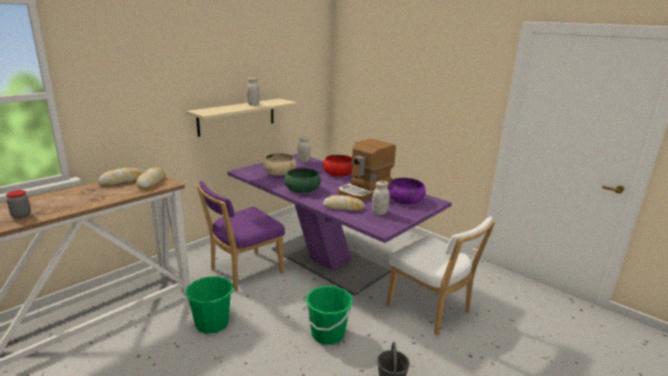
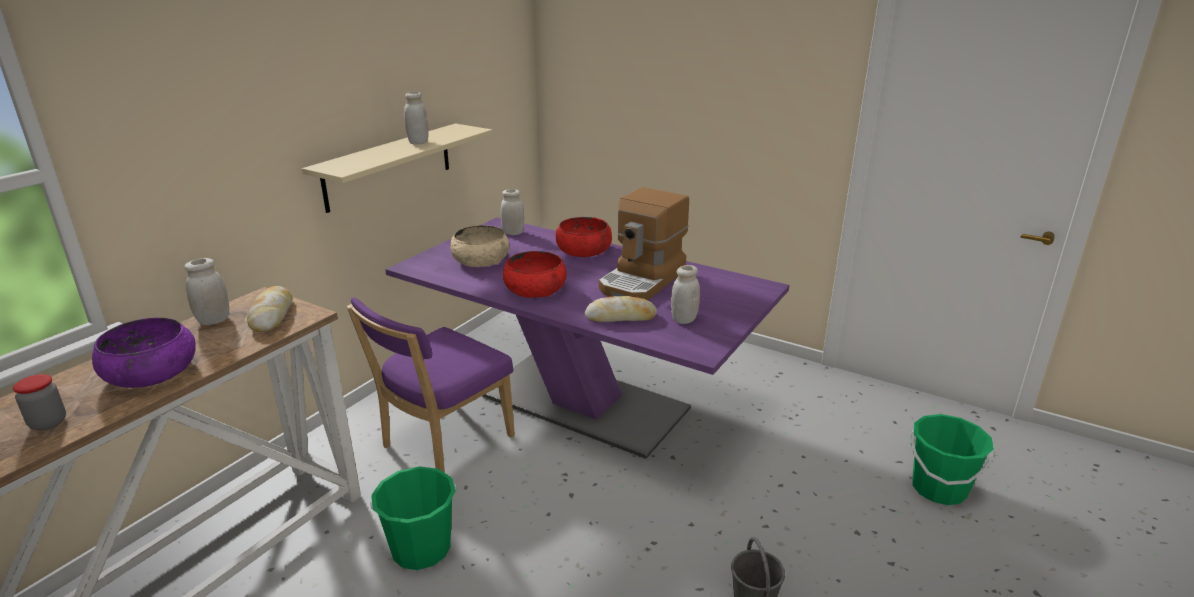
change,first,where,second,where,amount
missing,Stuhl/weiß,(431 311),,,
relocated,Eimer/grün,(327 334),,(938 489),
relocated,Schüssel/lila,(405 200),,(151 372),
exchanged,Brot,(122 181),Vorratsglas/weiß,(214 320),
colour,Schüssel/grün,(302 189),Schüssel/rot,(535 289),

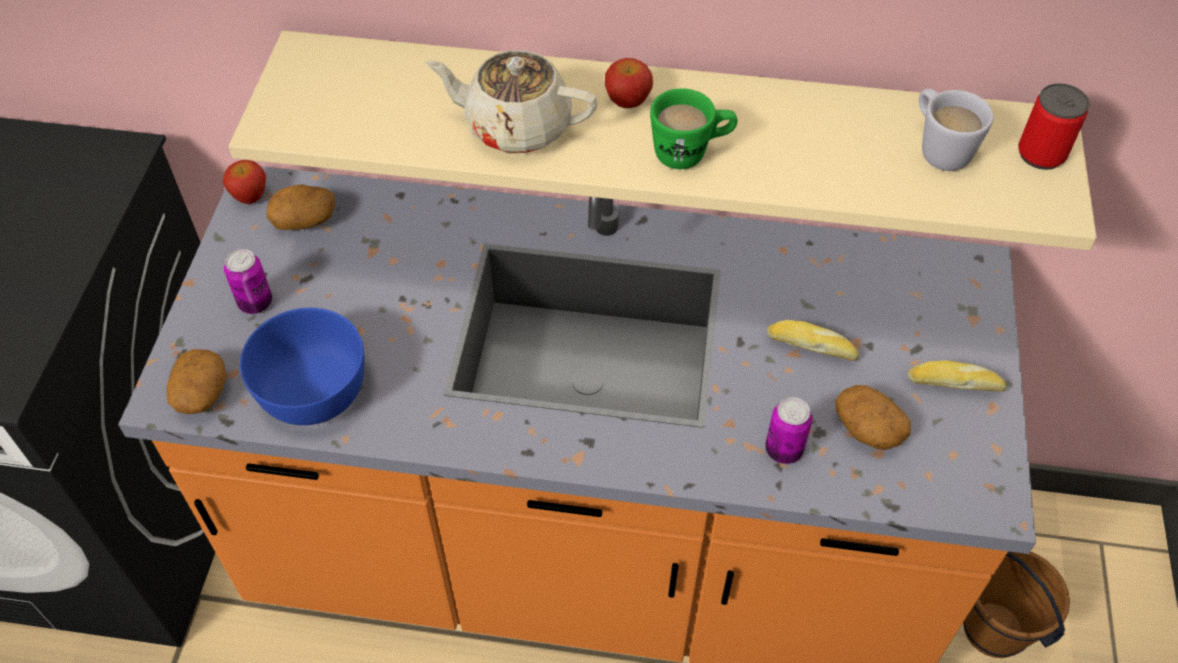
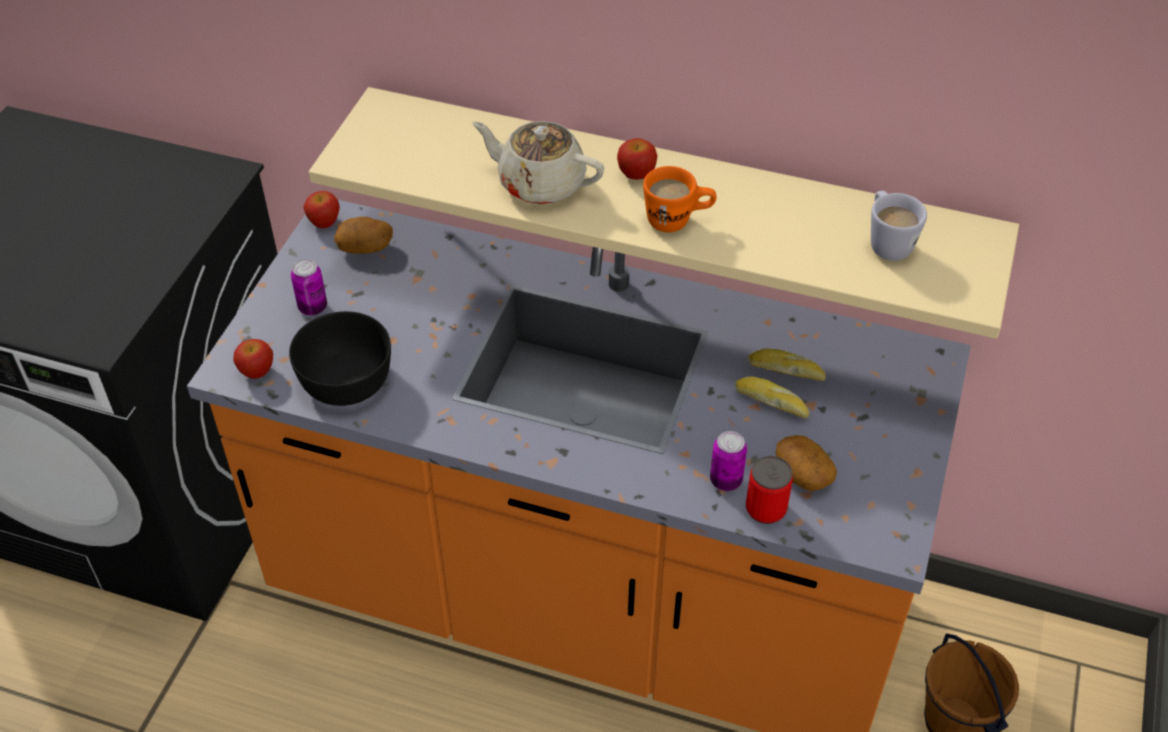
change,first,where,second,where,amount
relocated,Brot,(954 382),,(786 370),
relocated,Dose,(1041 154),,(765 509),
exchanged,Kartoffel,(202 393),Apfel,(257 371),
colour,Schüssel/blau,(315 389),Schüssel/schwarz,(348 380),
colour,Henkelbecher/grün,(691 153),Henkelbecher/orange,(677 221),

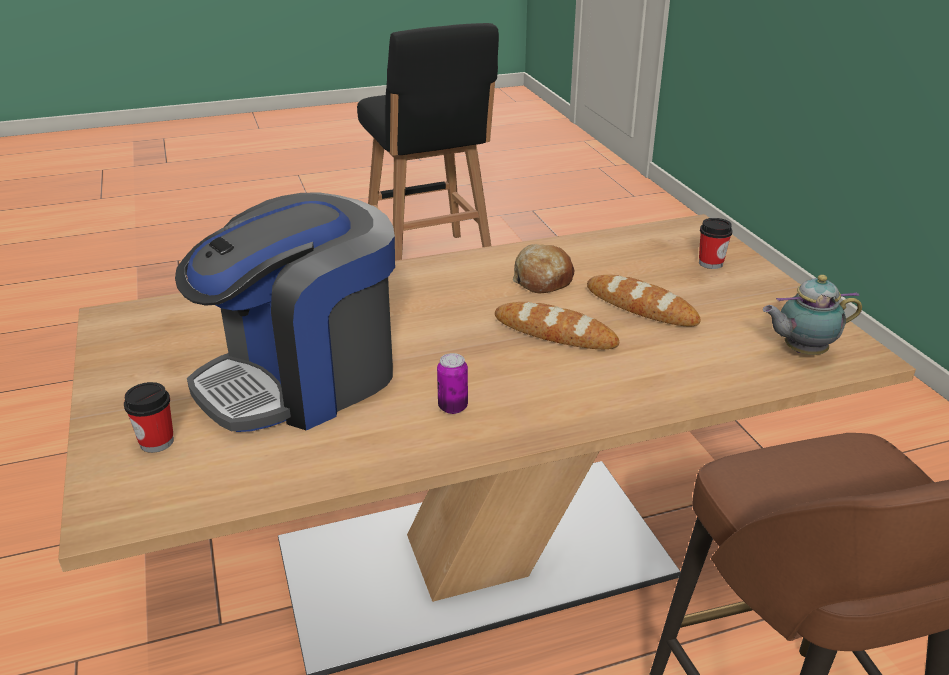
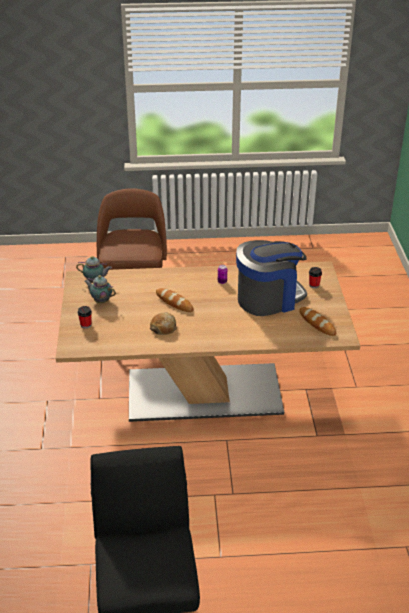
change,first,where,second,where,amount
appeared,,,Teekanne,(101 301),
relocated,Brot,(641 307),,(317 323),

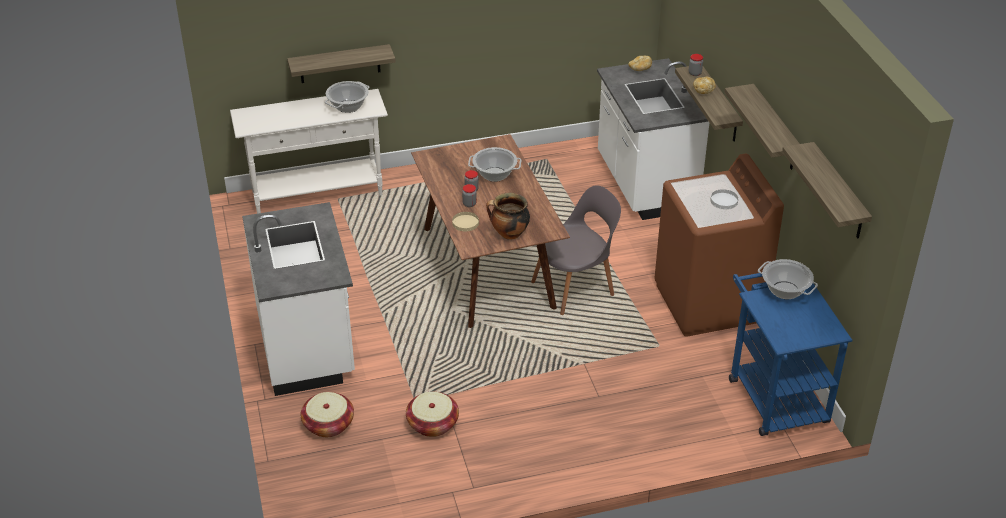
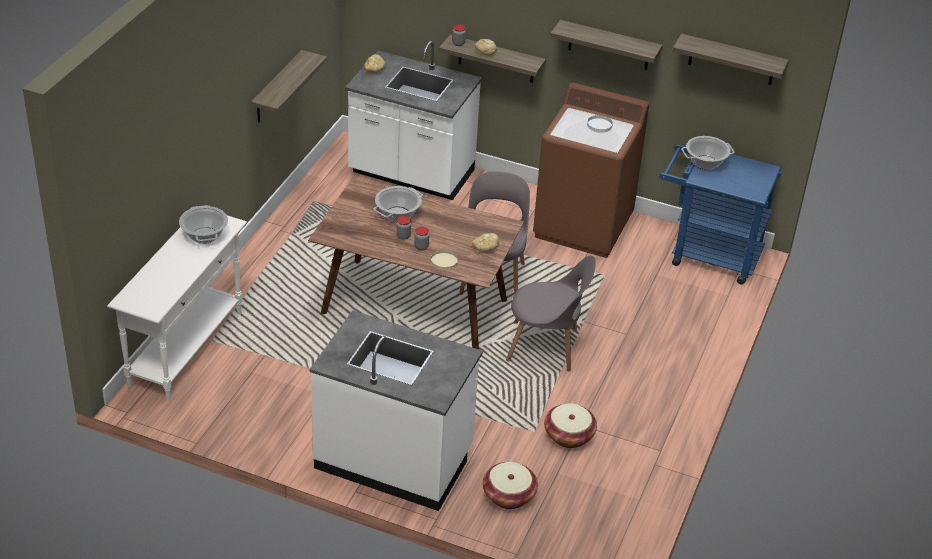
change,first,where,second,where,amount
appeared,,,Stuhl/grau,(546 347),
relocated,Wandregal,(340 64),,(277 88),
exchanged,Kochtopf,(509 234),Brot,(485 248),

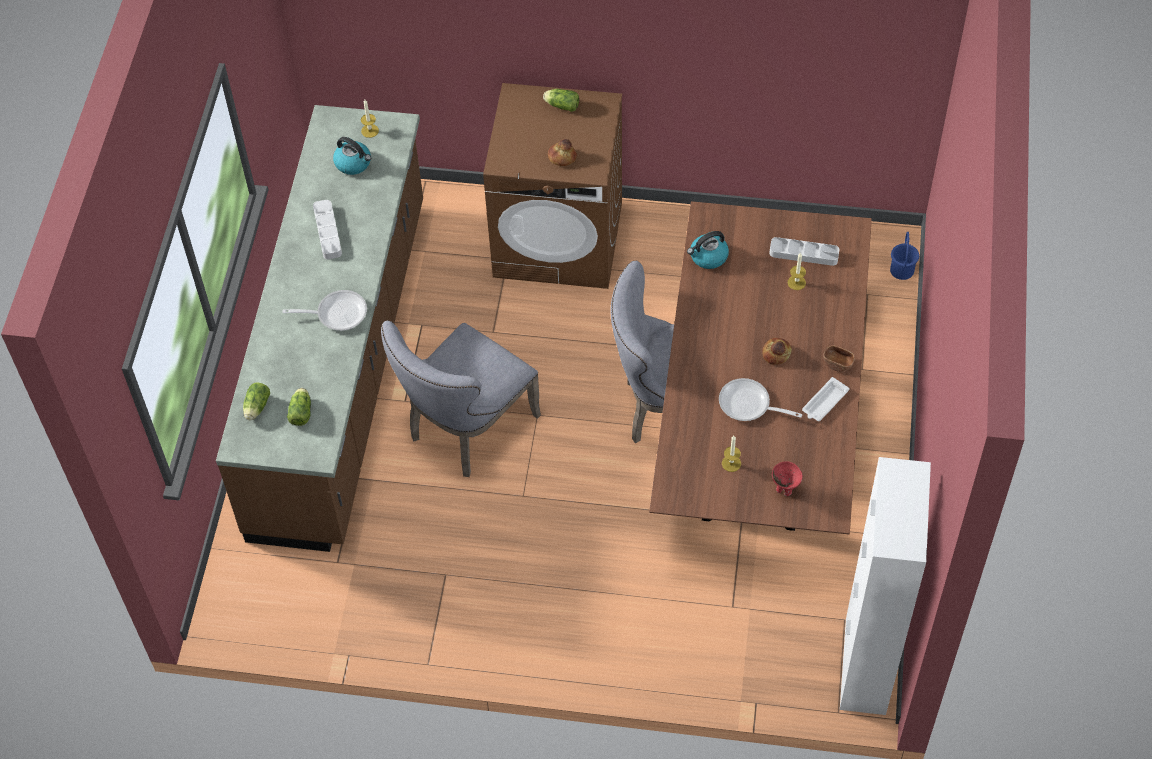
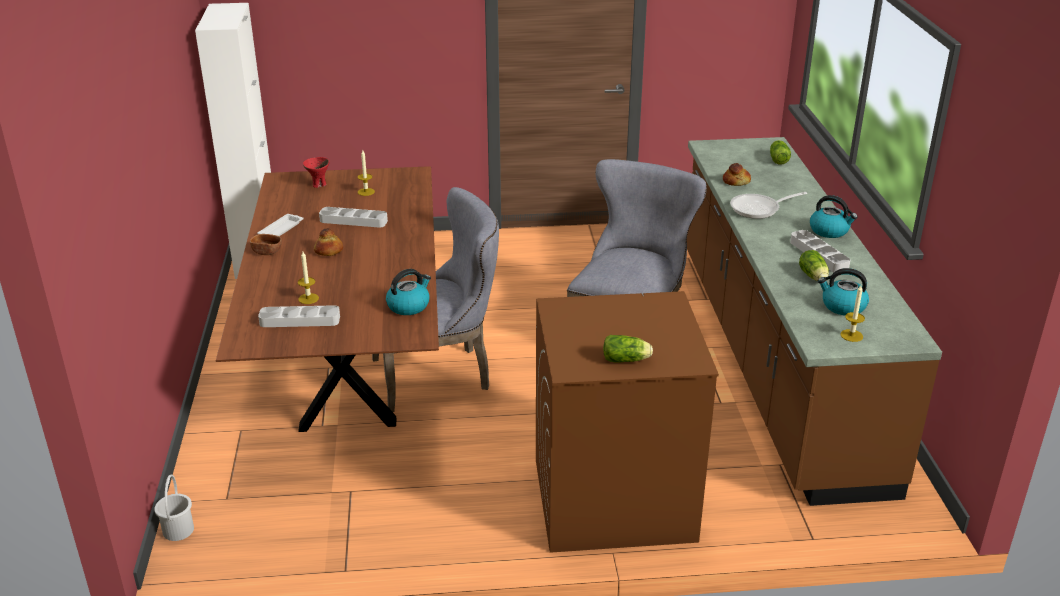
change,first,where,second,where,amount
appeared,,,Wasserkessel,(829 231),
relocated,Salatkopf,(301 411),,(814 277),
relocated,Brot,(562 157),,(736 182),
exchanged,Pfanne,(749 405),Tablett/grau,(353 221),
colour,Eimer/blau,(902 270),Eimer/weiß,(177 530),

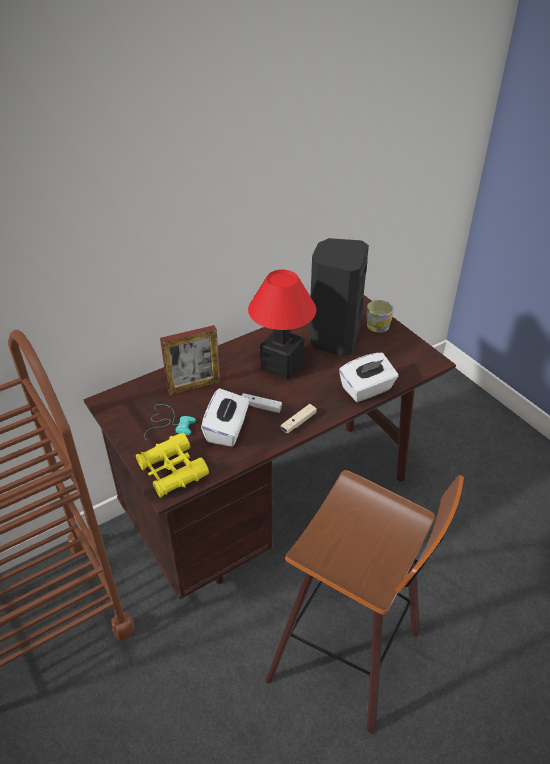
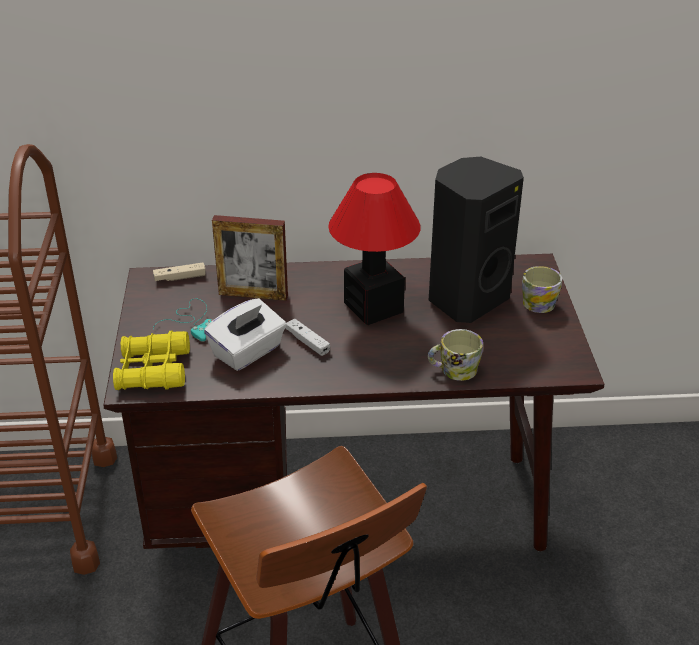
change,first,where,second,where,amount
relocated,Gamepad/beige,(298 422),,(180 278),
exchanged,Taschentuchbox/weiß,(367 389),Henkelbecher,(453 370),

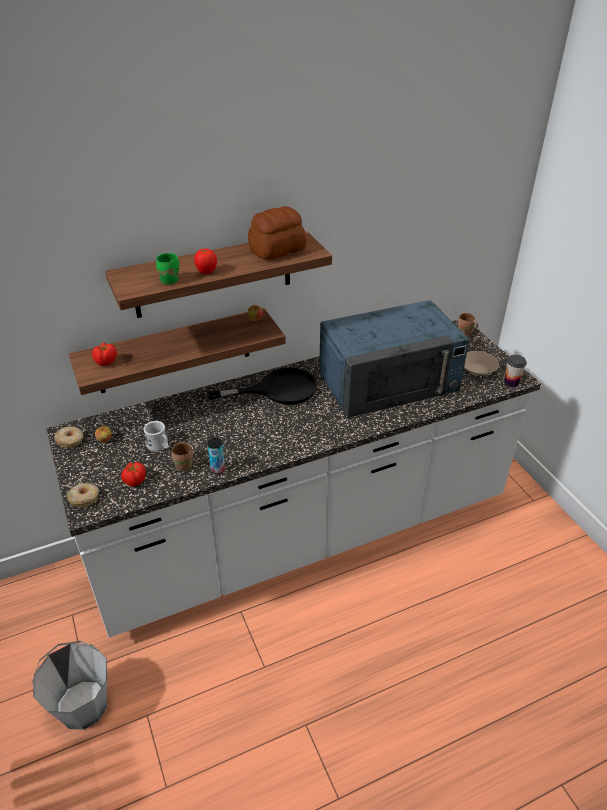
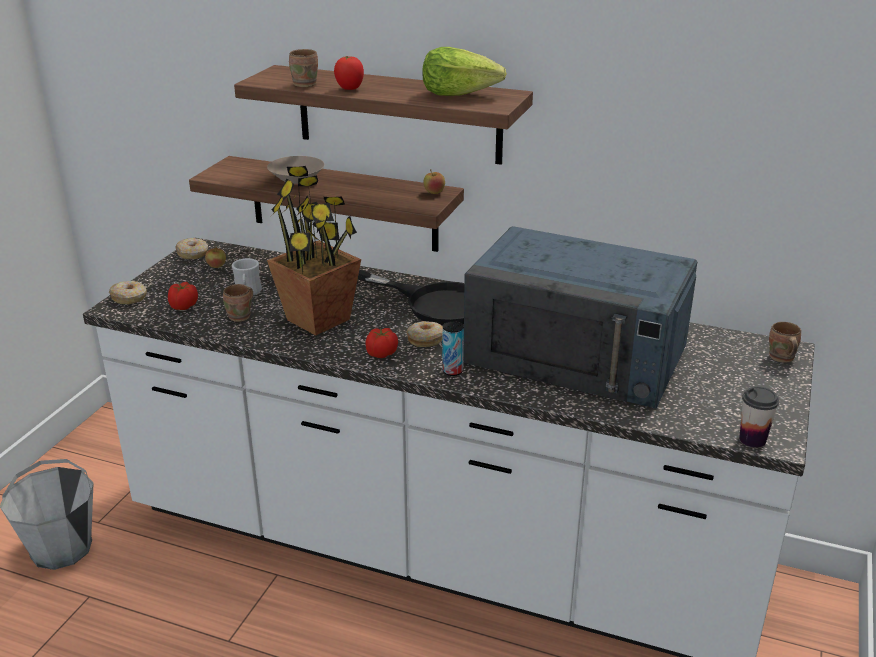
change,first,where,second,where,amount
appeared,,,Topfpflanze,(319 319),
appeared,,,Donut,(425 339),
relocated,Tomate,(106 362),,(381 354),
relocated,Dose,(218 469),,(452 371),
relocated,Schüssel/beige,(478 370),,(296 180),
exchanged,Brot,(276 249),Salatkopf,(459 94),
colour,Henkelbecher/grün,(169 280),Henkelbecher/braun,(306 84),

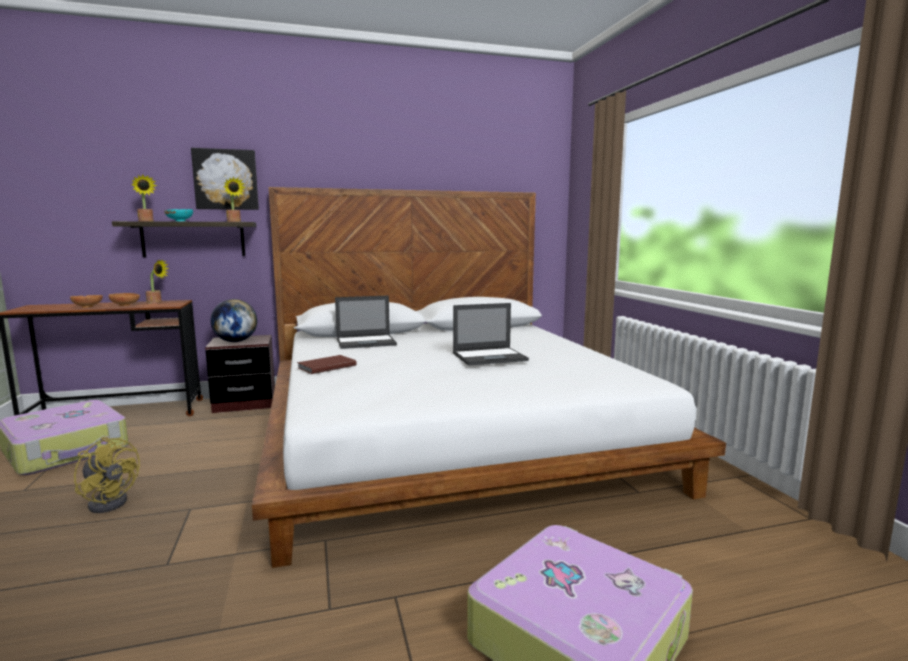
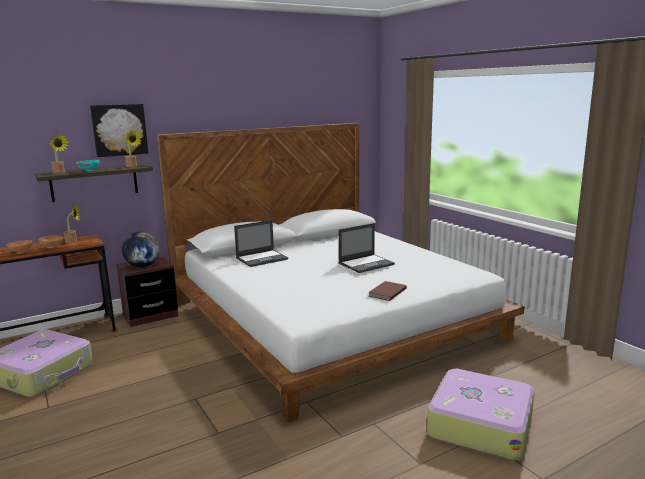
change,first,where,second,where,amount
missing,Ventilator/gelb,(111 501),,,
relocated,Buch/braun,(325 366),,(386 292),

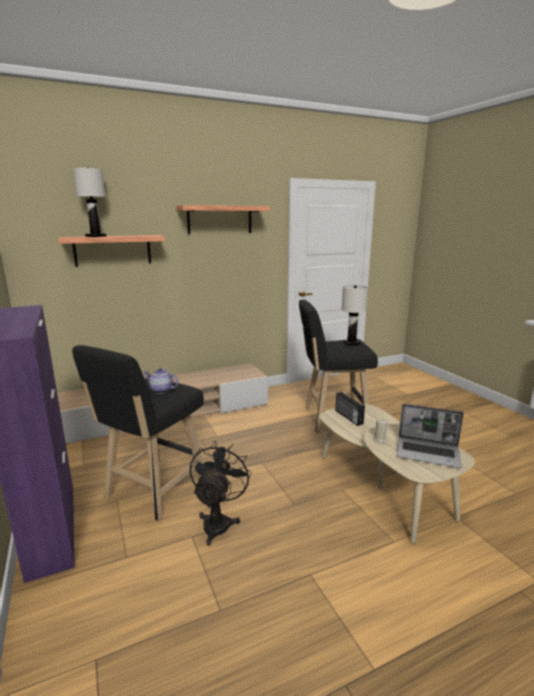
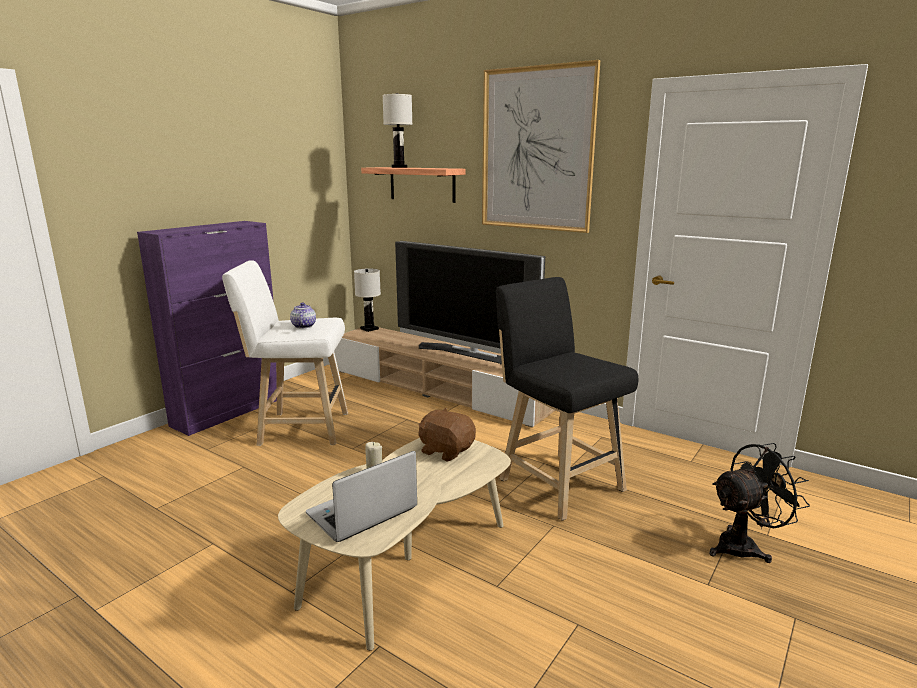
change,first,where,second,where,amount
appeared,,,Fernseher,(470 356),
relocated,Ventilator/schwarz,(218 521),,(744 546),
relocated,Tischlampe/weiß,(351 343),,(369 329),
exchanged,Wandregal,(220 219),Bild,(536 150),
exchanged,Radio,(348 417),Plüschtier/braun,(446 450),
colour,Hocker/schwarz,(153 491),Hocker/weiß,(299 428),
spun,Laptop,(428 453),,(361 513),60 degrees clockwise

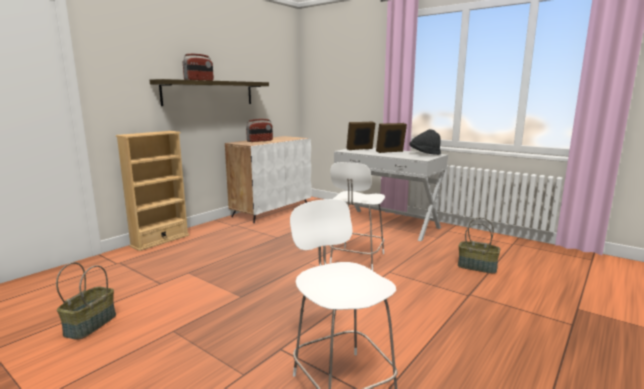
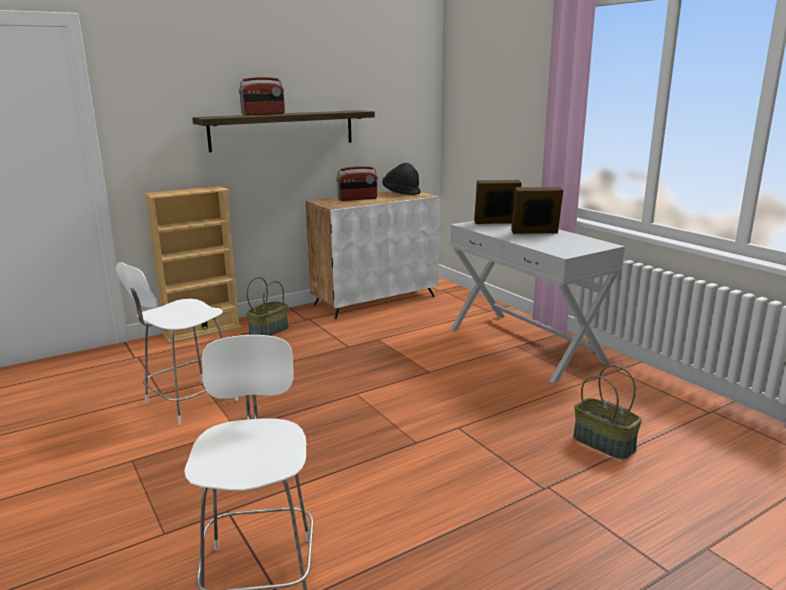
change,first,where,second,where,amount
relocated,Korb,(90 324),,(269 331),
relocated,Hocker/weiß,(356 259),,(188 402),
relocated,Hut/schwarz,(424 154),,(401 193),

